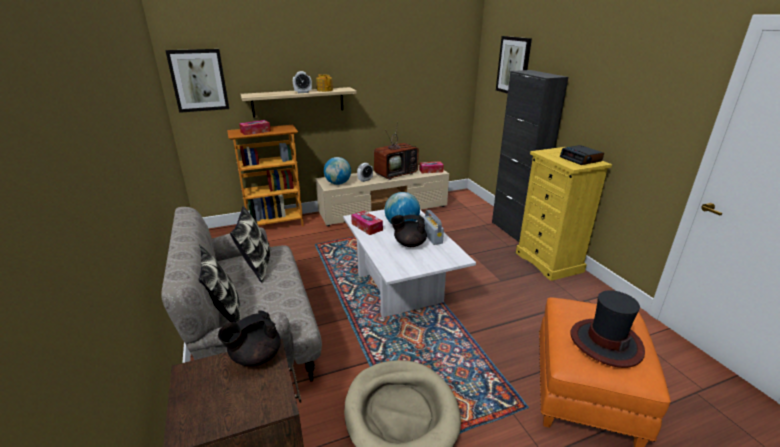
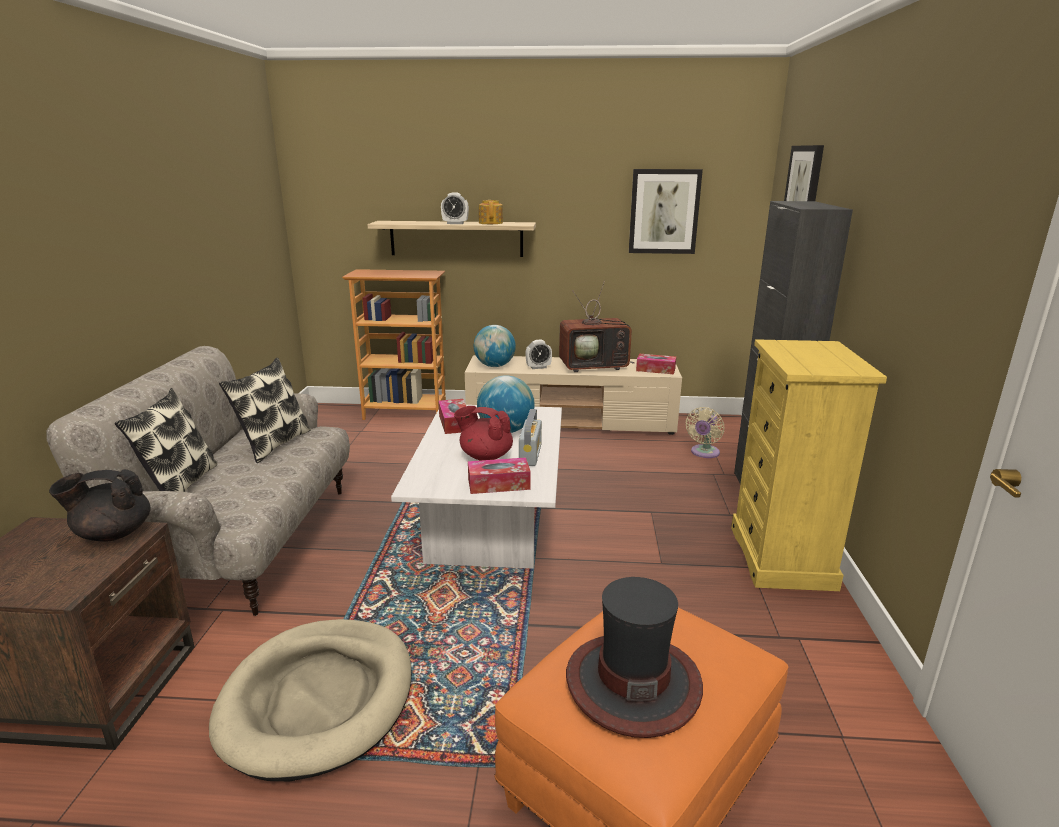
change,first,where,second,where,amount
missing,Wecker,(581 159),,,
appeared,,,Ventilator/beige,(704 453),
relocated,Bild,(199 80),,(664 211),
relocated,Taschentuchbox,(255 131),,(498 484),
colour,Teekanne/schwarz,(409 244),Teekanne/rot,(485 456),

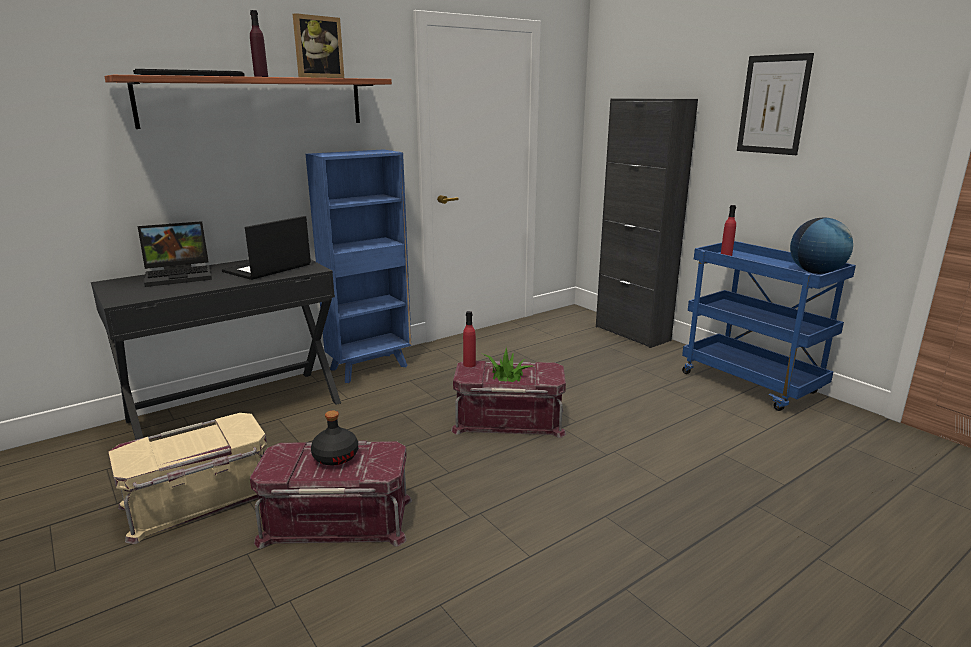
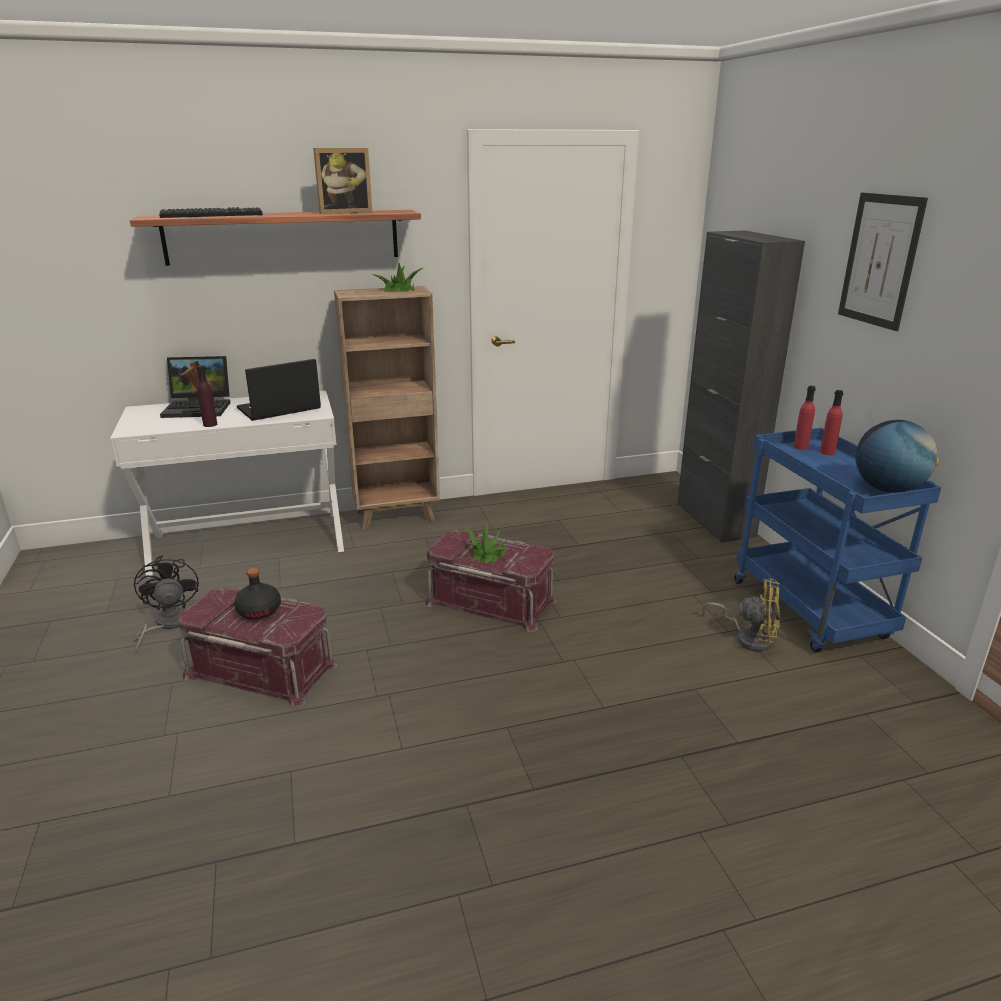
change,first,where,second,where,amount
appeared,,,Topfpflanze,(398 289),
appeared,,,Ventilator/gelb,(748 637),
relocated,Flasche/lila,(261 76),,(210 424),
relocated,Flasche/rot,(469 364),,(827 452),
exchanged,Aufbewahrungsbox/beige,(199 500),Ventilator/schwarz,(166 624),
colour,Schreibtisch/schwarz,(236 411),Schreibtisch/weiß,(248 542),
colour,Bücherregal/blau,(370 367),Bücherregal/braun,(397 516),

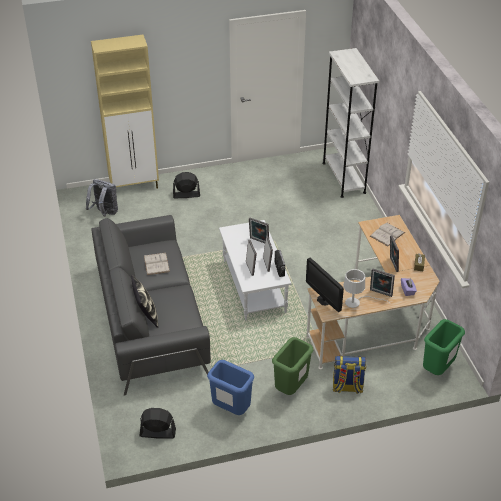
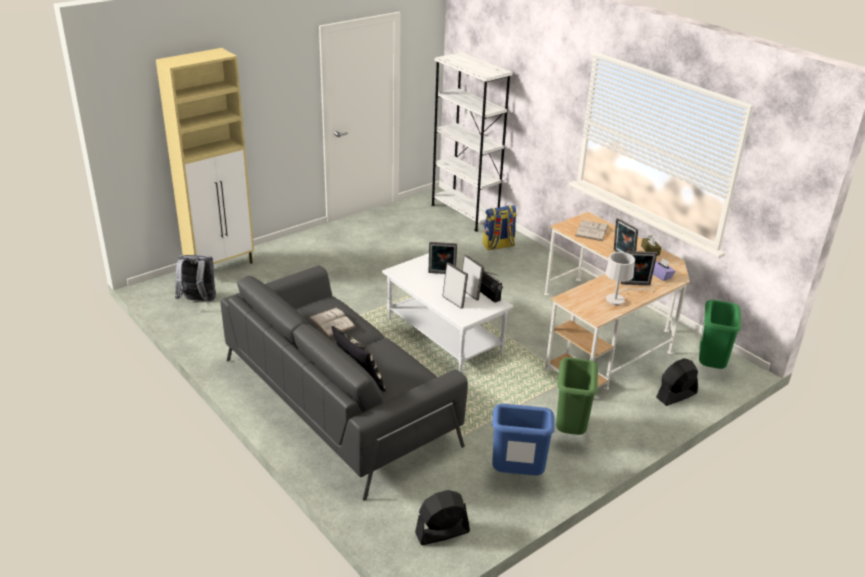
change,first,where,second,where,amount
missing,Monitor,(324 300),,,
relocated,Ventilator/schwarz,(186 194),,(676 395),
relocated,Rucksack,(347 387),,(498 246),

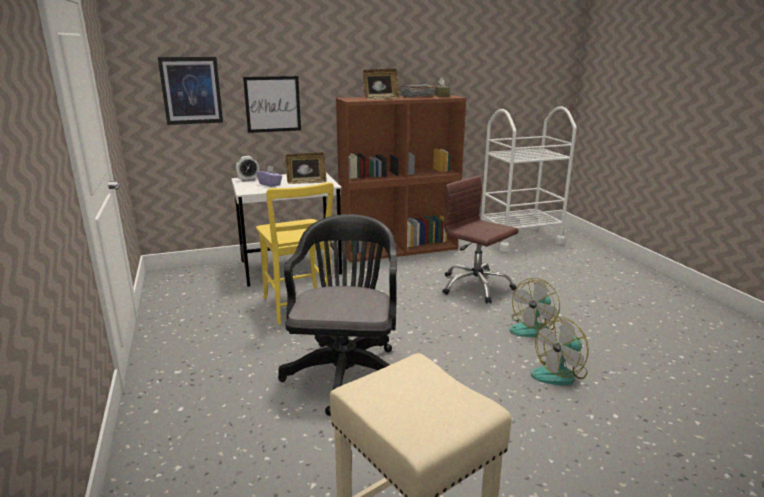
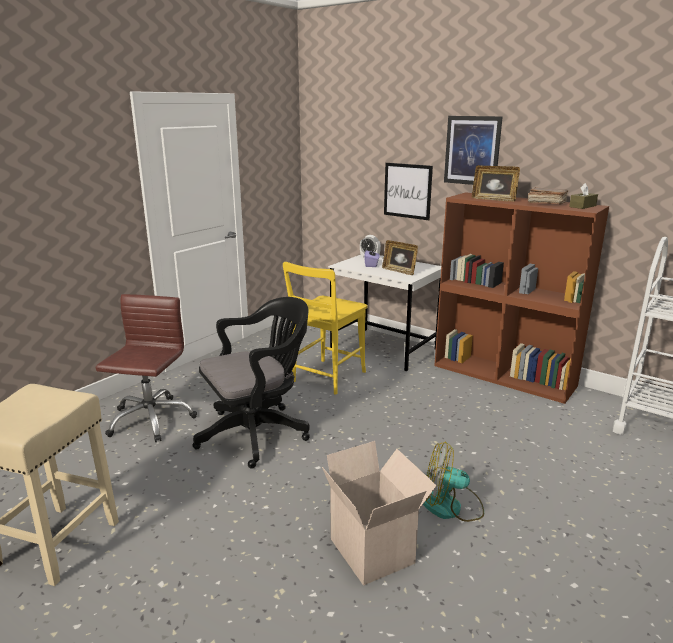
change,first,where,second,where,amount
relocated,Bild,(191 90),,(472 150),
relocated,Bürostuhl/braun,(475 286),,(150 419),
exchanged,Ventilator,(560 373),Karton,(374 551),
colour,Buch/grau,(417 97),Buch/braun,(546 203),

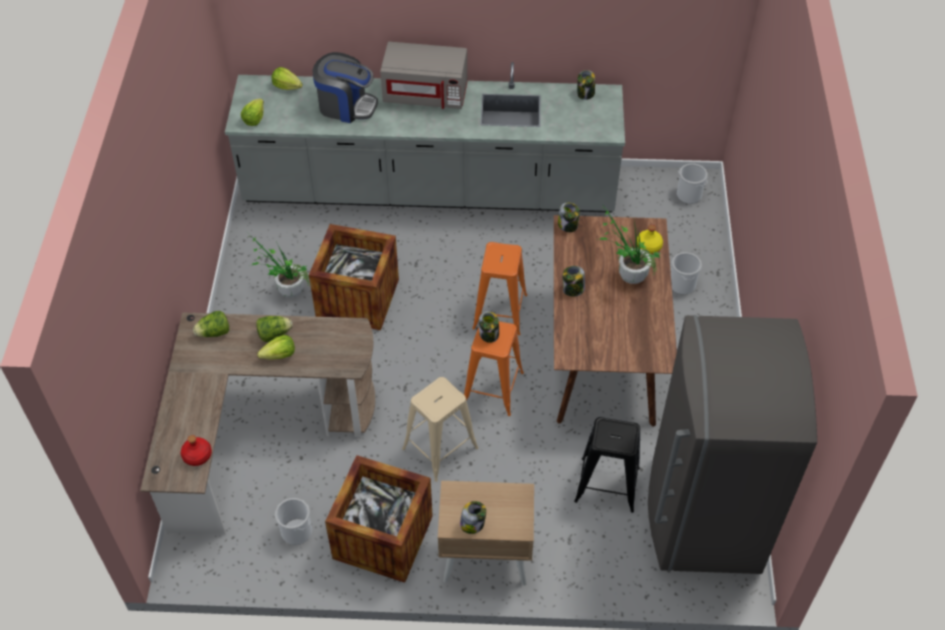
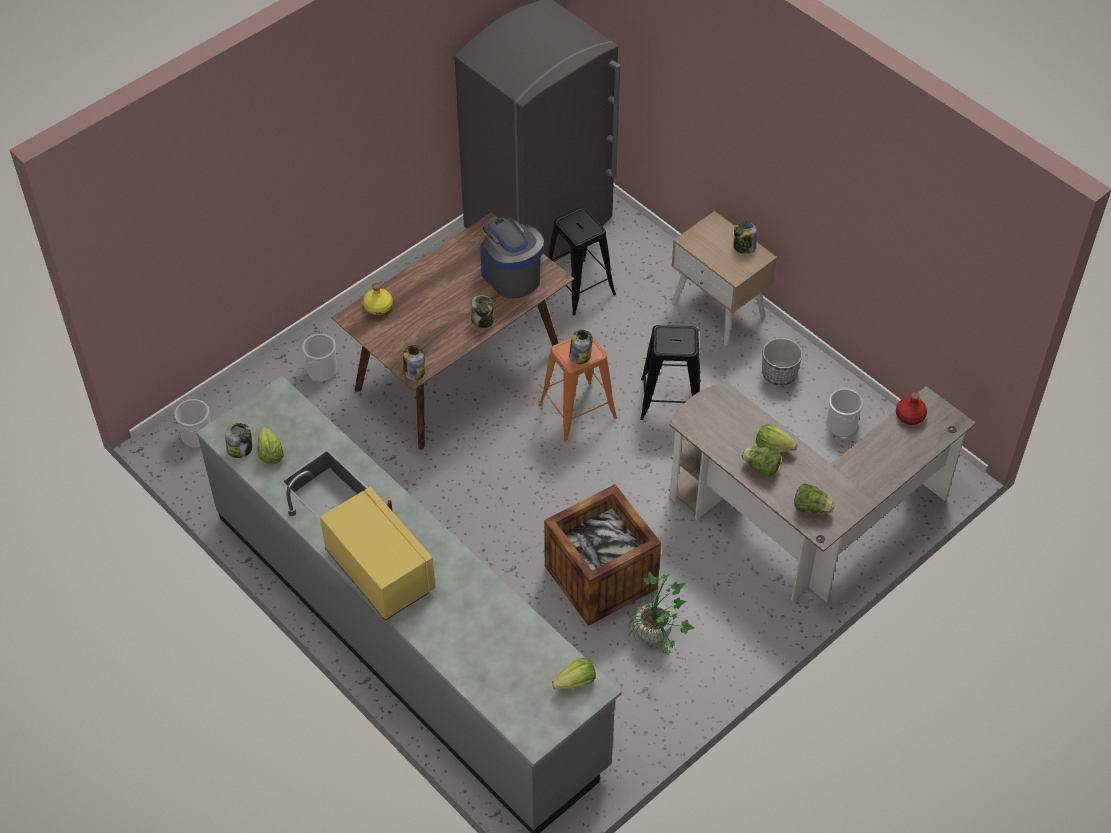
change,first,where,second,where,amount
missing,Hocker/orange,(500 311),,,
missing,Topfpflanze,(627 274),,,
relocated,Salatkopf,(287 86),,(270 453),
relocated,Kaffeemaschine,(346 106),,(510 275),
exchanged,Kiste,(383 537),Pflanzkübel,(779 374),
colour,Mikrowelle/grau,(426 94),Mikrowelle/gelb,(379 571),
colour,Hocker/beige,(440 448),Hocker/schwarz,(670 400),

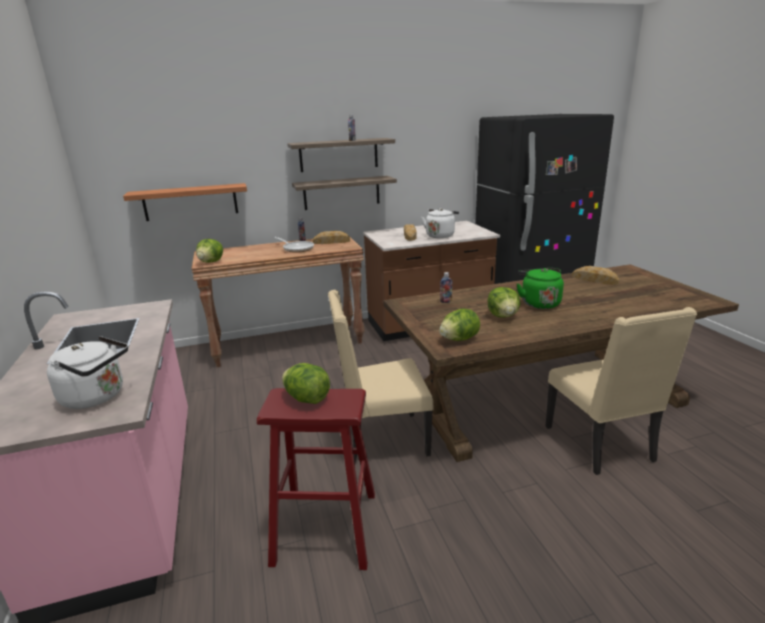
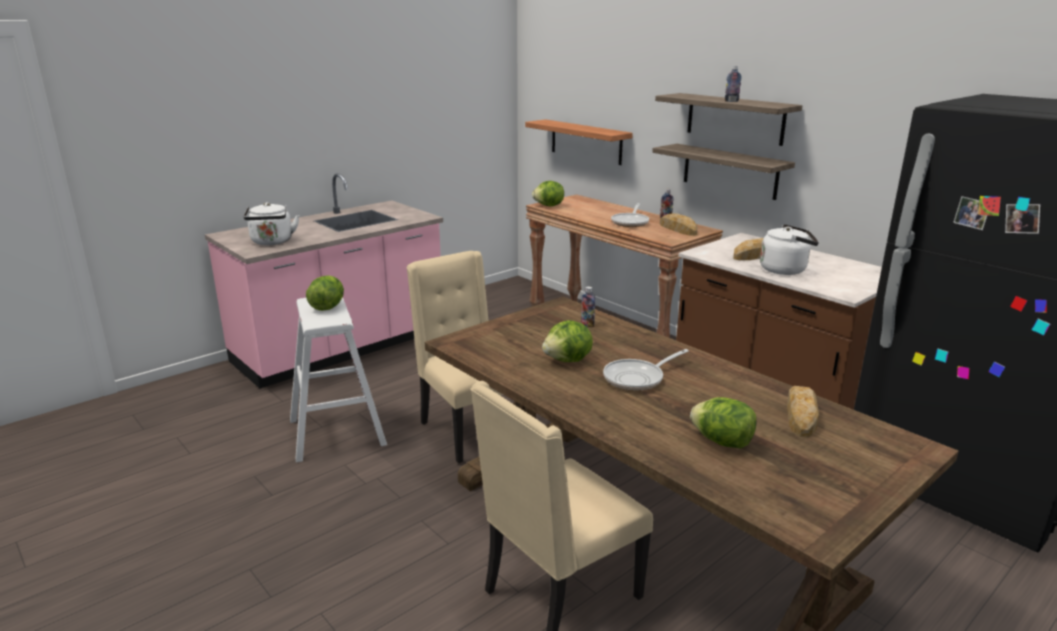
change,first,where,second,where,amount
relocated,Salatkopf,(459 339),,(722 442),
exchanged,Wasserkessel/grün,(539 303),Pfanne,(637 378),
colour,Hocker/rot,(326 527),Hocker/weiß,(337 432),

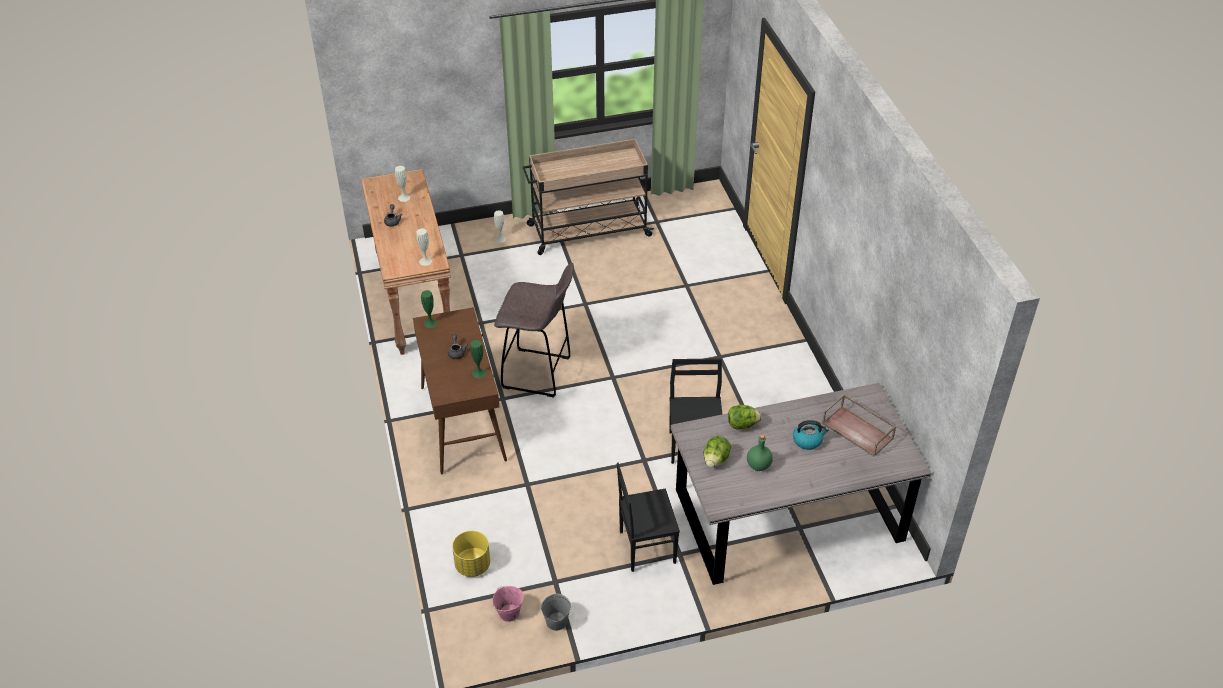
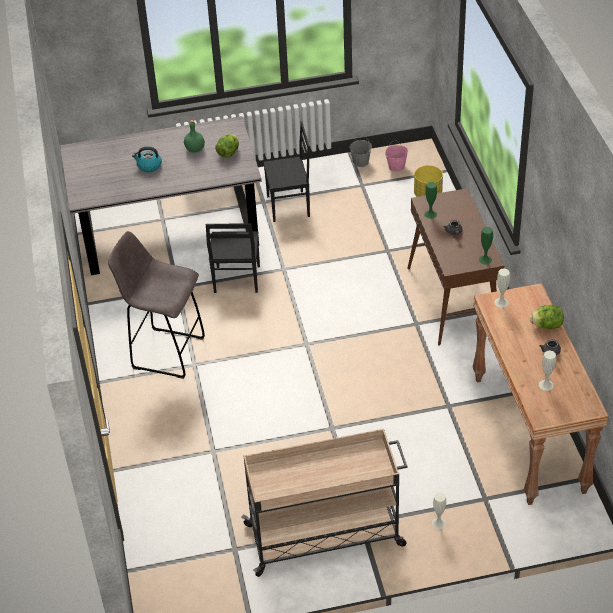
change,first,where,second,where,amount
missing,Tablett/braun,(858 430),,,
relocated,Hocker/grau,(539 373),,(166 352),
relocated,Salatkopf,(742 425),,(547 325),

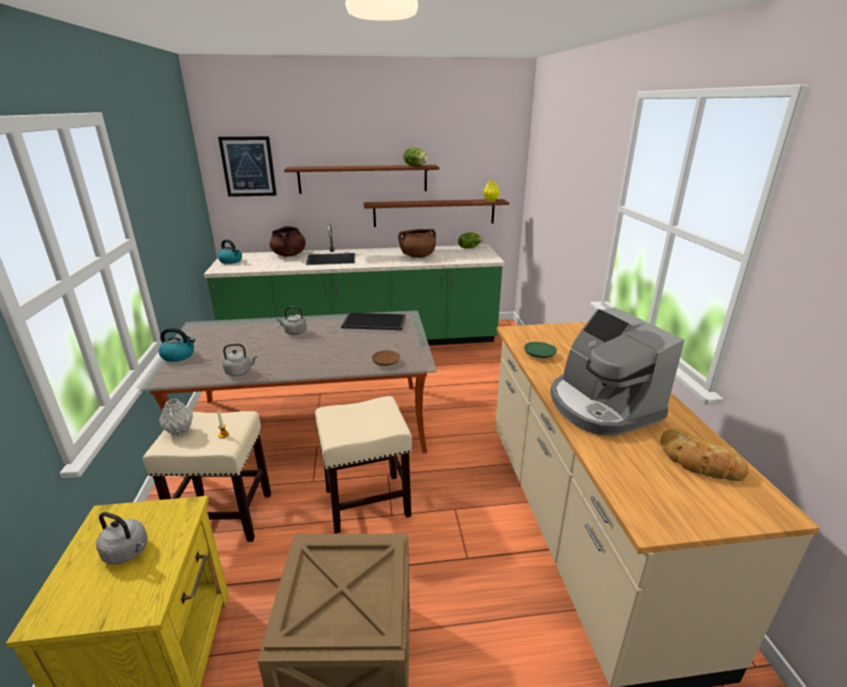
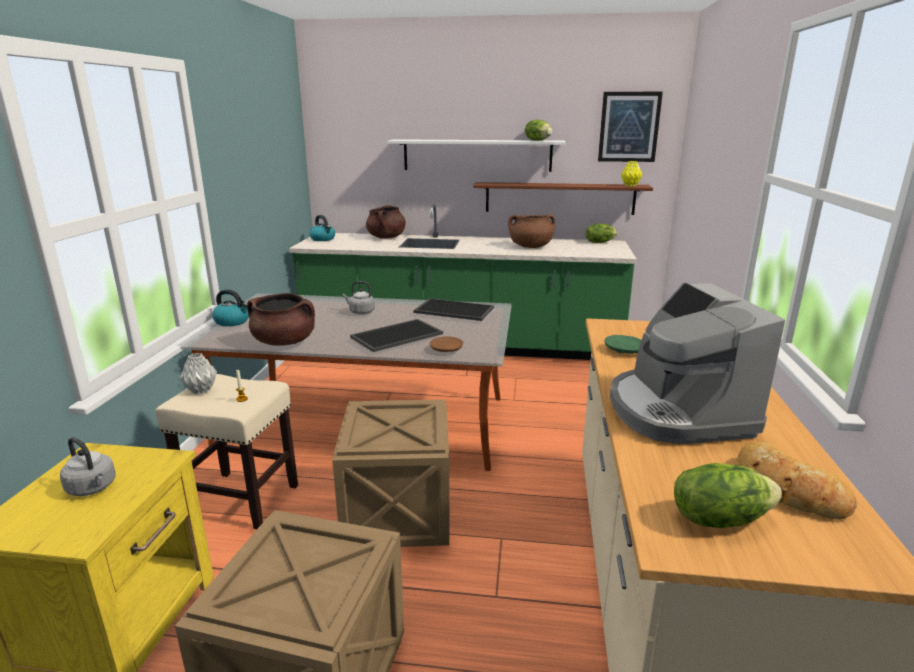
change,first,where,second,where,amount
appeared,,,Tablett,(397 336),
appeared,,,Salatkopf,(719 518),
relocated,Bild,(248 166),,(629 127),
exchanged,Wasserkessel/grau,(240 372),Kochtopf/braun,(284 342),
exchanged,Hocker/beige,(366 503),Kiste,(398 513),
colour,Wandregal/braun,(363 179),Wandregal/weiß,(477 155),

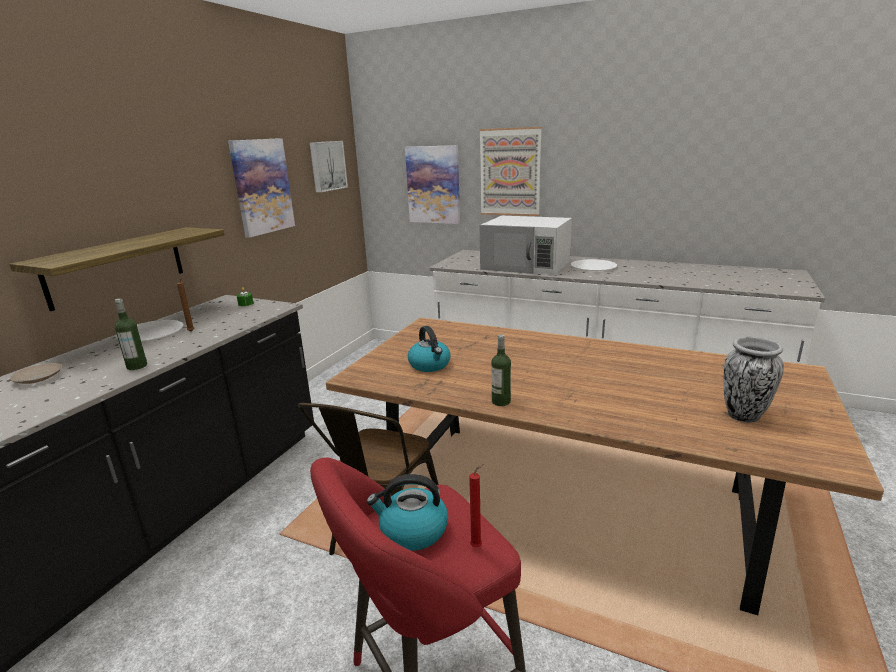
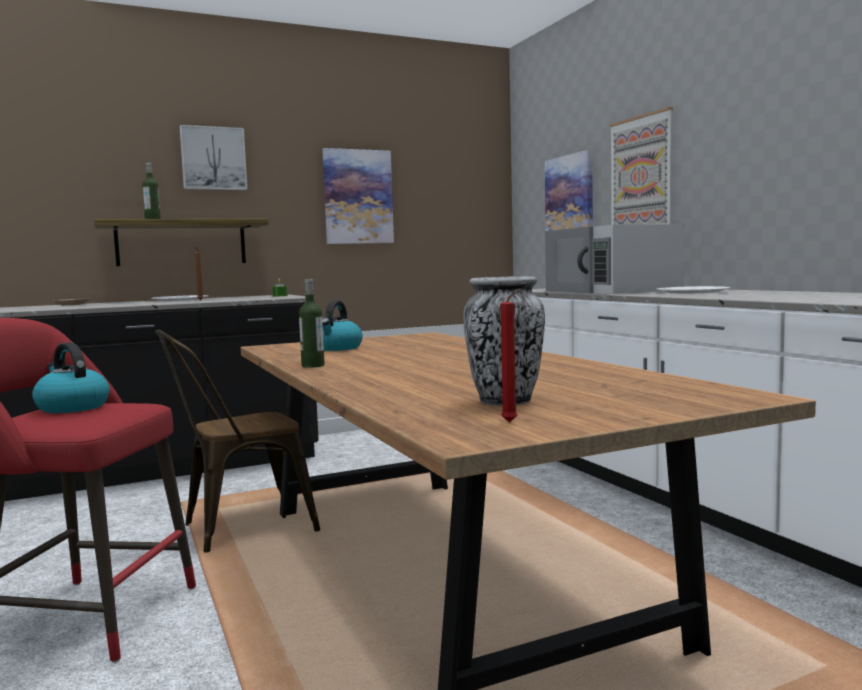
change,first,where,second,where,amount
relocated,Flasche,(137 366),,(152 219),
relocated,Bild,(327 166),,(213 158),
relocated,Kerze/rot,(478 546),,(512 422),

